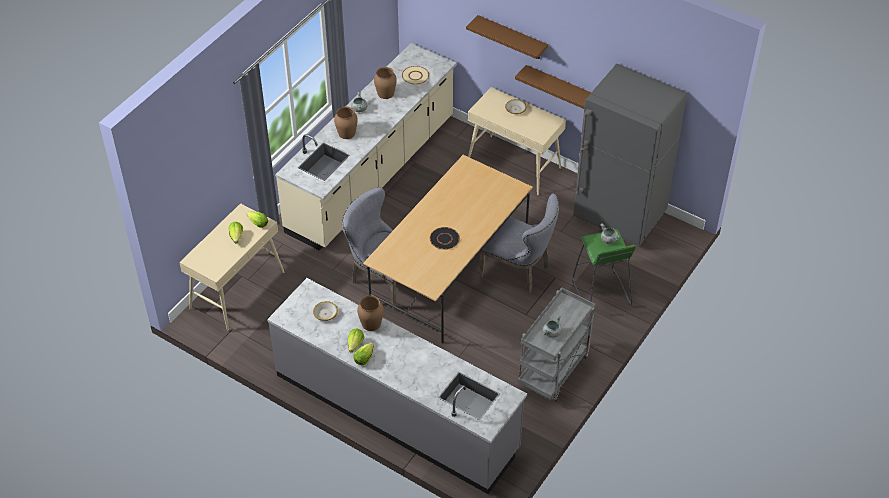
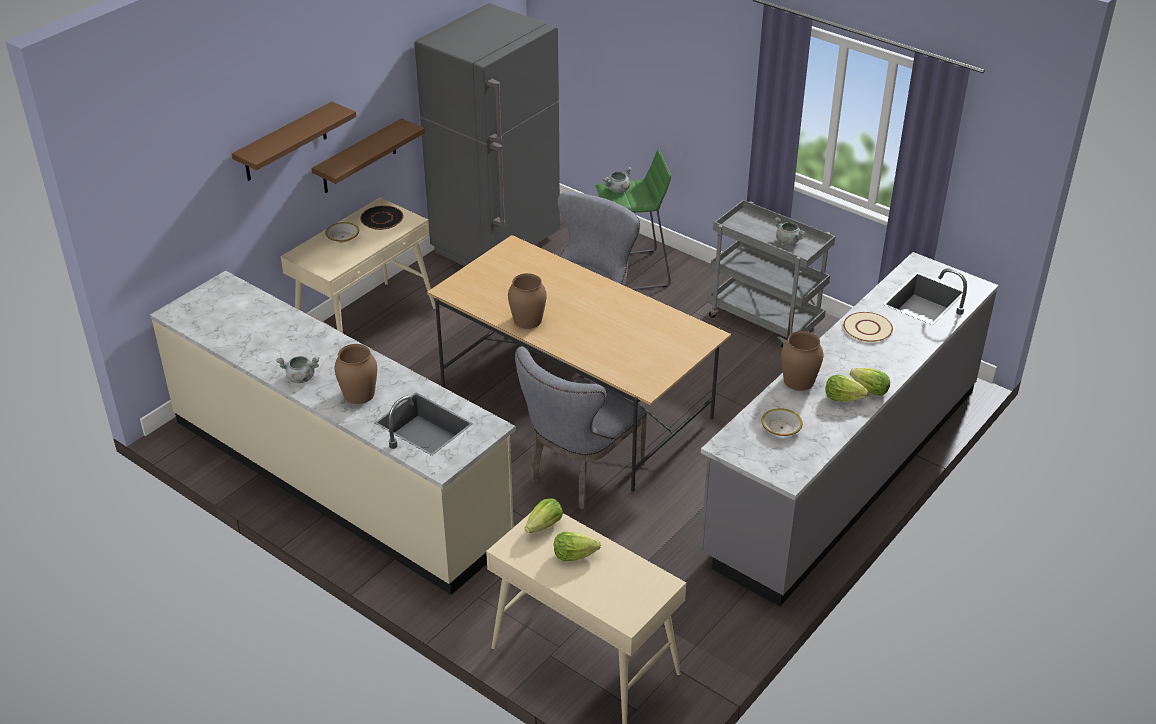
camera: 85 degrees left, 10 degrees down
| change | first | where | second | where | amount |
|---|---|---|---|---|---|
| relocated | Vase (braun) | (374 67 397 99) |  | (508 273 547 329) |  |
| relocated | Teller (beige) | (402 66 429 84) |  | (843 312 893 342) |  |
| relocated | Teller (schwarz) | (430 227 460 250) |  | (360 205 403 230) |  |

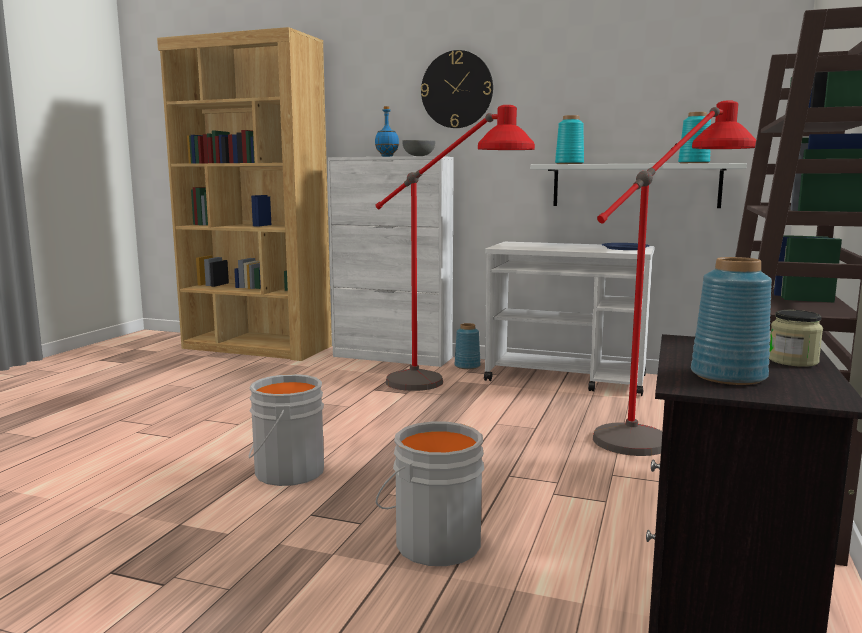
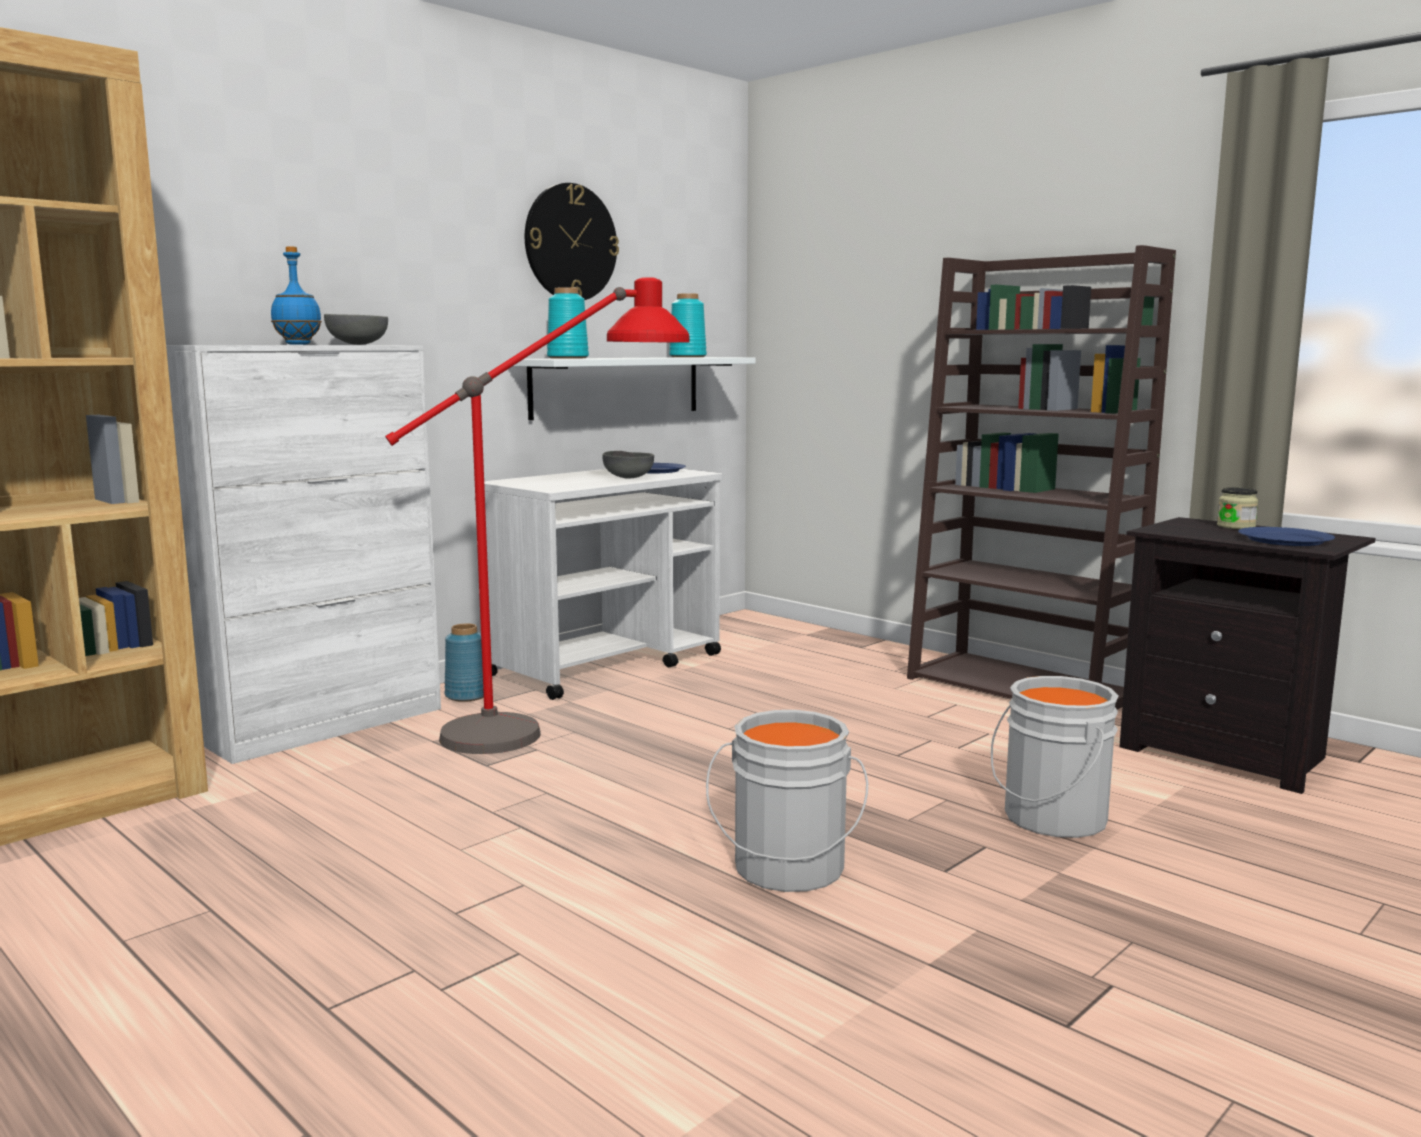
camera: 65 degrees left, 0 degrees up
| change | first | where | second | where | amount |
|---|---|---|---|---|---|
| relocated | Wanduhr | (421 50 493 128) |  | (525 183 619 300) |  |
| missing | Stehlampe (rot) | (593 100 756 456) |  |  |  |
| exchanged | Vase (blau) | (691 257 772 385) | Teller (blau) | (1238 527 1335 546) |  |
| appeared |  |  | Schüssel (grau) | (602 451 654 479) |  |

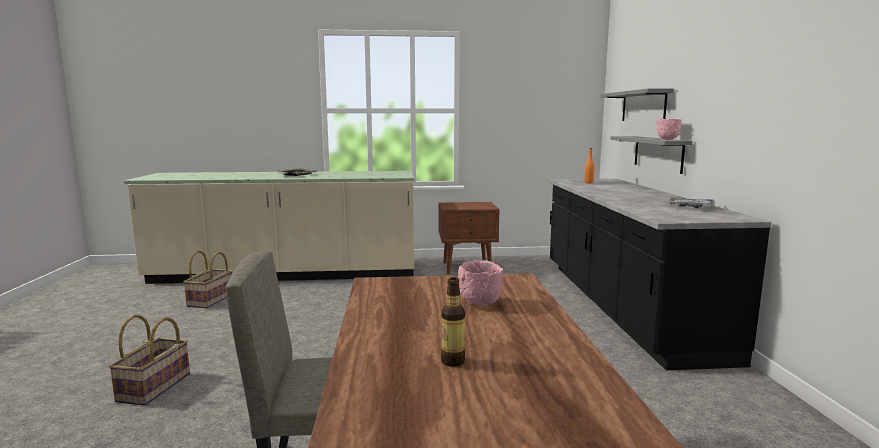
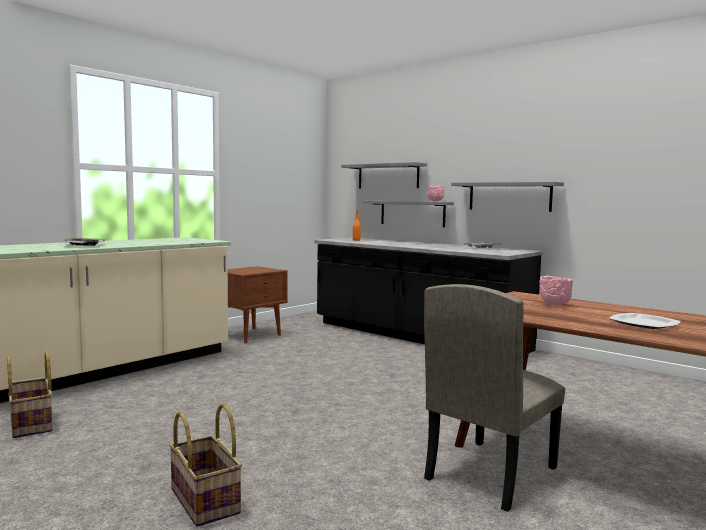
camera: 45 degrees left, 5 degrees down
| change | first | where | second | where | amount |
|---|---|---|---|---|---|
| exchanged | Flasche | (441 277 465 367) | Teller | (609 313 680 329) |  |
| appeared |  |  | Wandregal (grau) | (451 182 564 212) |  |

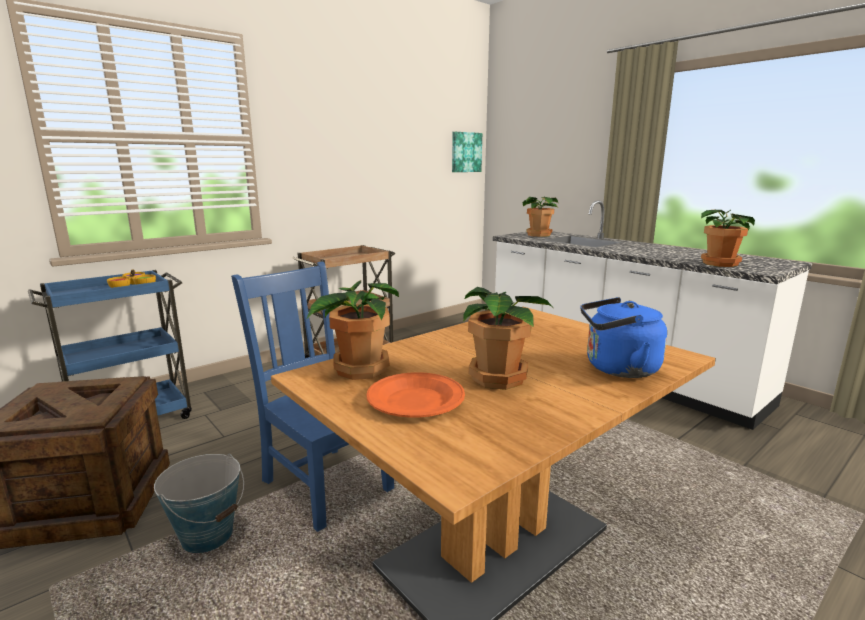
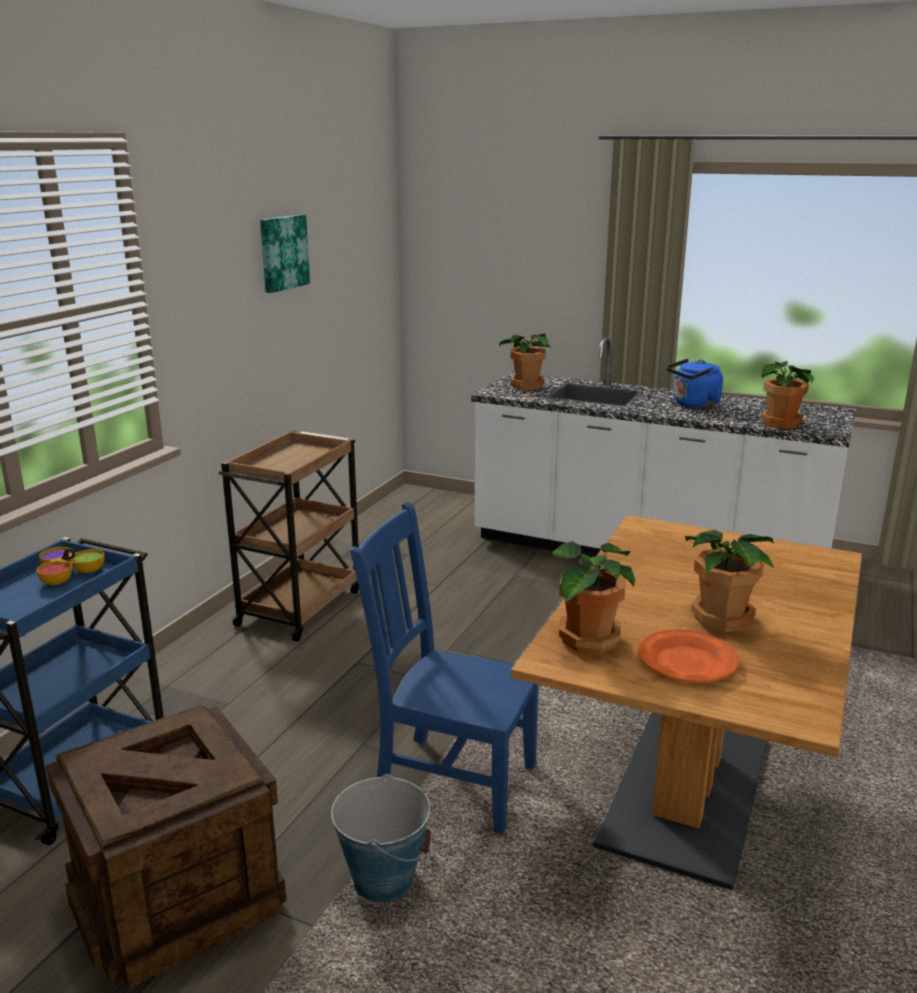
camera: 25 degrees left, 5 degrees up
| change | first | where | second | where | amount |
|---|---|---|---|---|---|
| relocated | Bild | (452 132 482 172) |  | (260 215 310 293) |  |
| relocated | Wasserkessel (blau) | (580 297 667 378) |  | (666 358 723 408) |  |

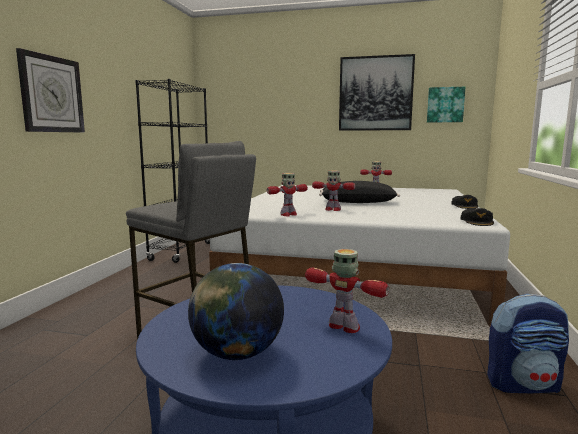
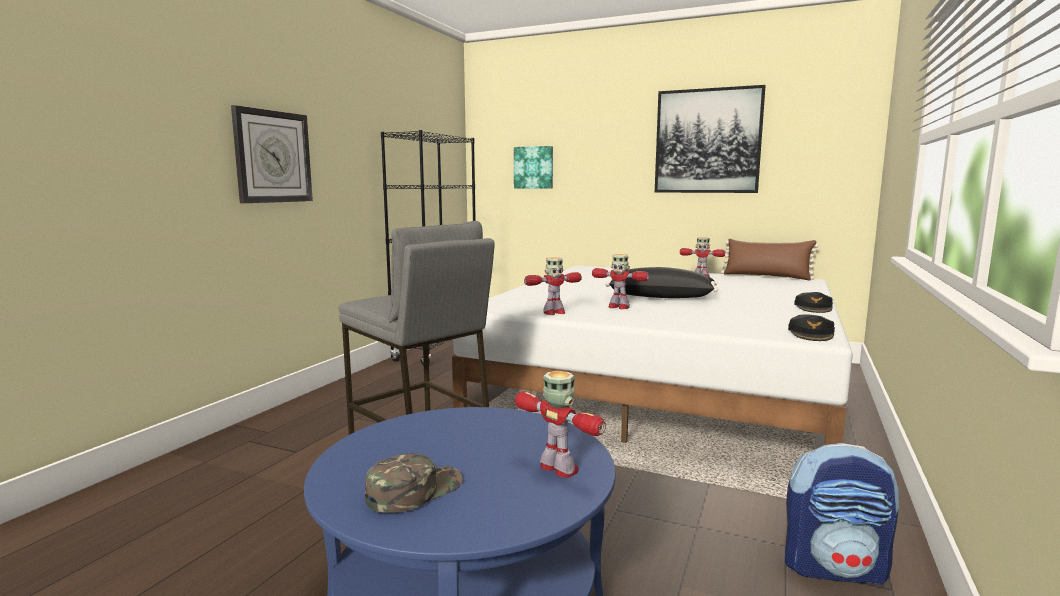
camera: 10 degrees right, 0 degrees up
| change | first | where | second | where | amount |
|---|---|---|---|---|---|
| exchanged | Globus | (188 263 284 360) | Kappe (grün) | (365 453 463 513) |  |
| relocated | Bild | (427 87 465 122) |  | (514 146 553 189) |  |
| appeared |  |  | Kissen (braun) | (721 239 819 280) |  |

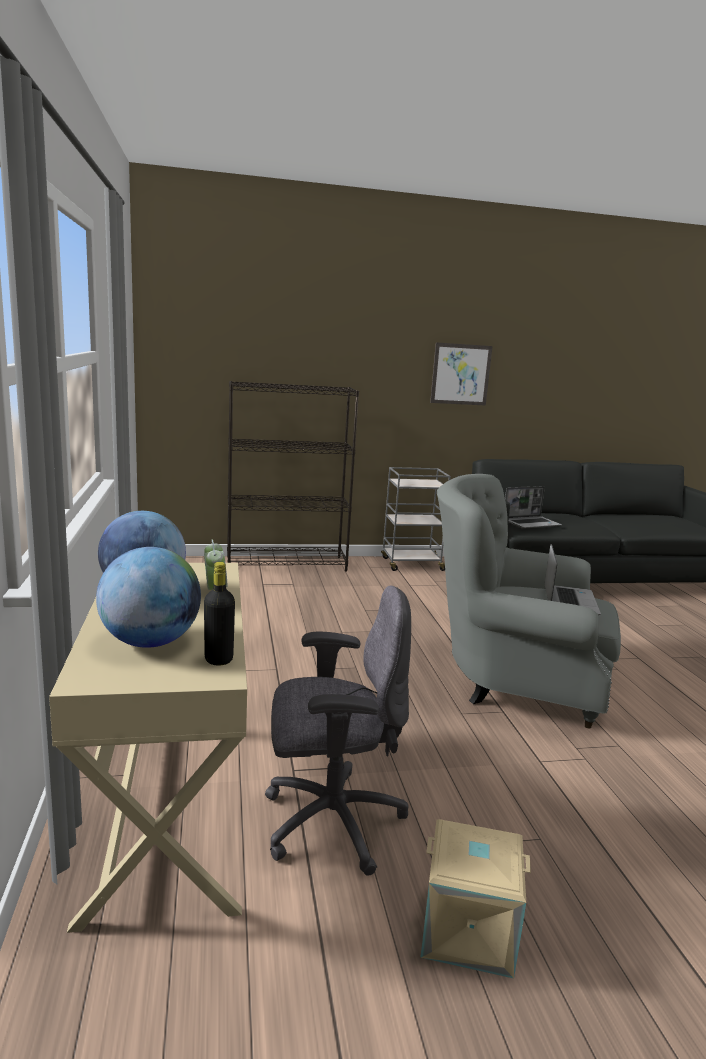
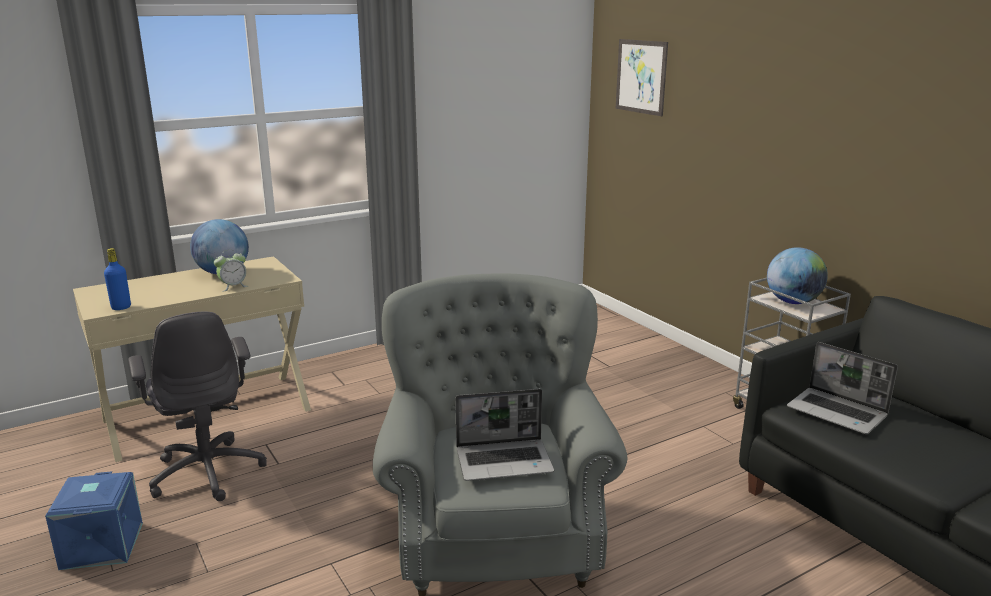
camera: 70 degrees right, 5 degrees up
| change | first | where | second | where | amount |
|---|---|---|---|---|---|
| relocated | Globus | (96 547 201 648) |  | (767 247 828 304) |  |
| colour | Flasche (schwarz) | (204 562 235 666) | Flasche (blau) | (104 248 131 310) |  |
| missing | Bücherregal (schwarz) | (227 381 359 572) |  |  |  |
| colour | Aufbewahrungsbox (beige) | (420 819 531 979) | Aufbewahrungsbox (blau) | (45 471 143 570) |  |
| relocated | Bild | (430 342 493 406) |  | (616 39 668 116) |  |

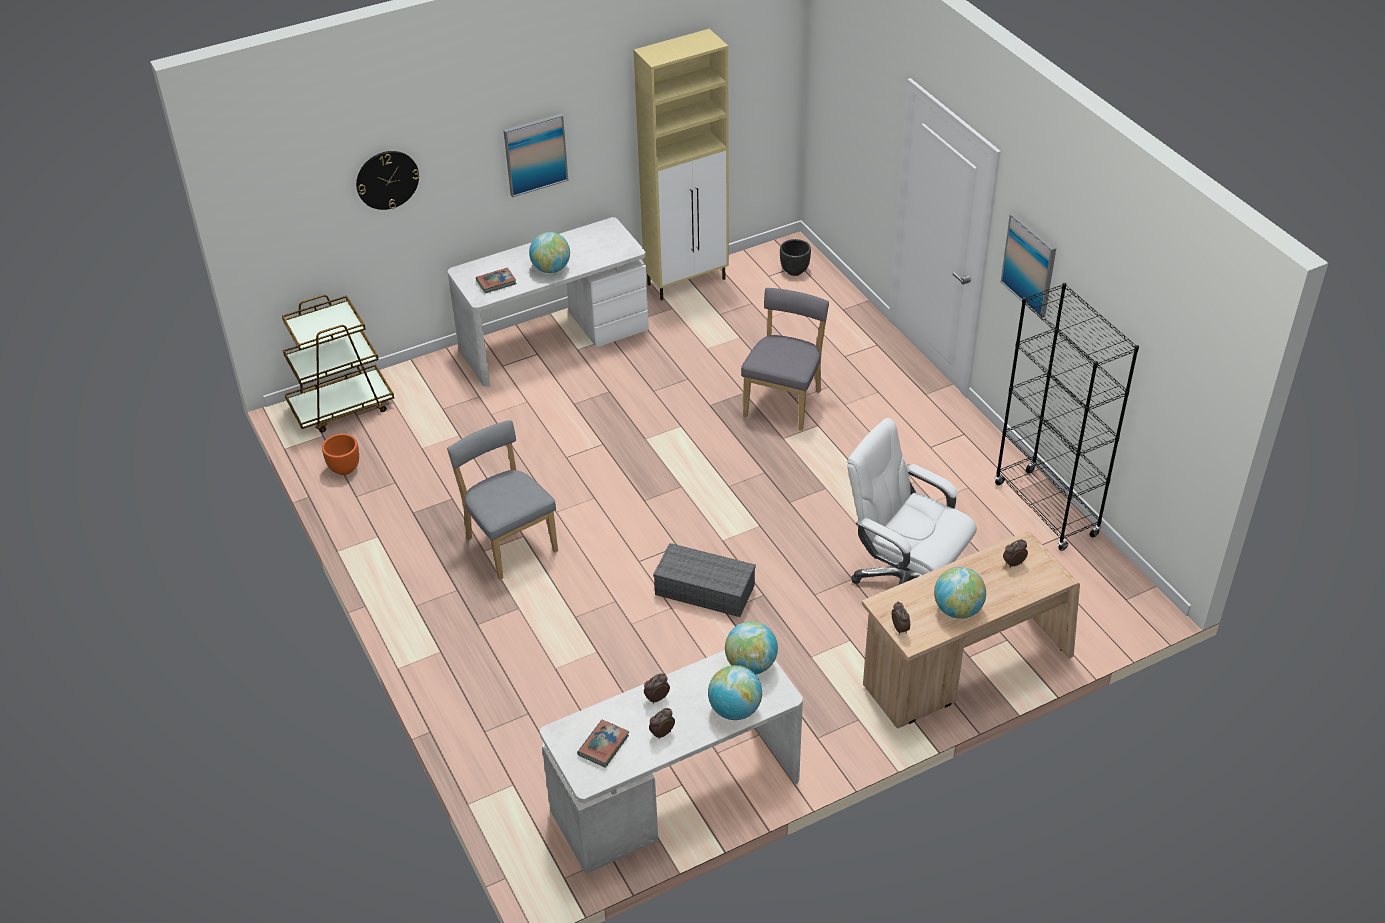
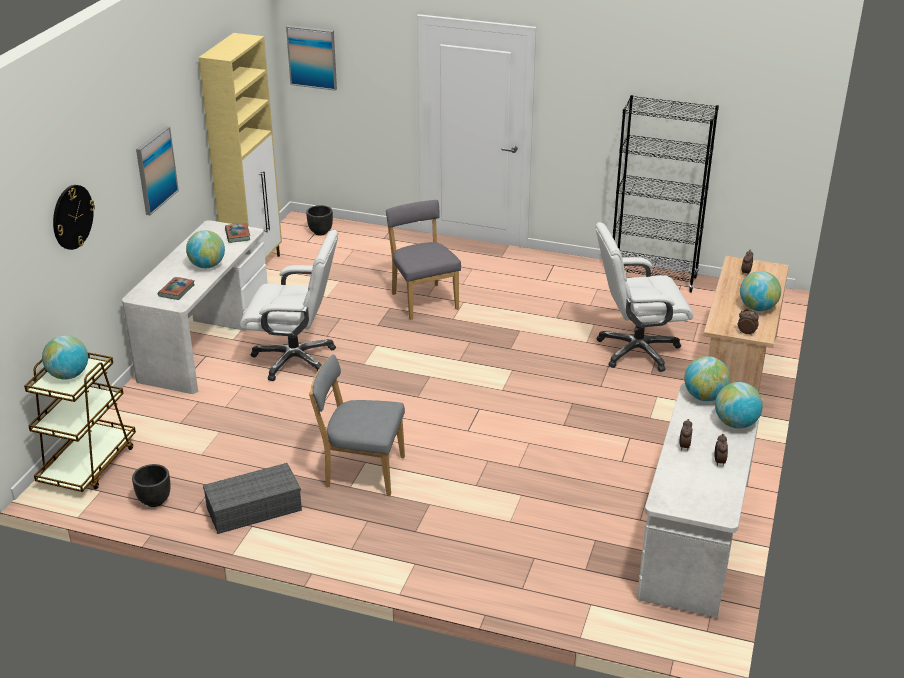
camera: 45 degrees left, 10 degrees down
| change | first | where | second | where | amount |
|---|---|---|---|---|---|
| colour | Pflanzkübel (orange) | (322 434 359 475) | Pflanzkübel (schwarz) | (132 464 170 507) |  |
| relocated | Buch | (577 720 629 768) |  | (225 223 250 243) |  |
| relocated | Aufbewahrungsbox (grau) | (653 543 756 617) |  | (203 463 302 534) |  |
| relocated | Bild | (1001 213 1056 318) |  | (286 26 337 91) |  |
| appeared |  |  | Globus | (42 335 88 379) |  |
| appeared |  |  | Bürostuhl (weiß) | (240 230 338 381) |  |

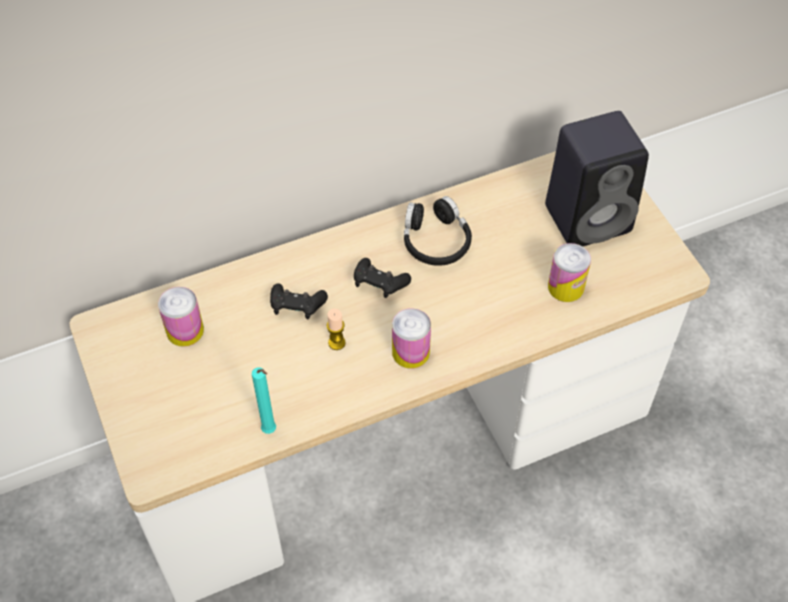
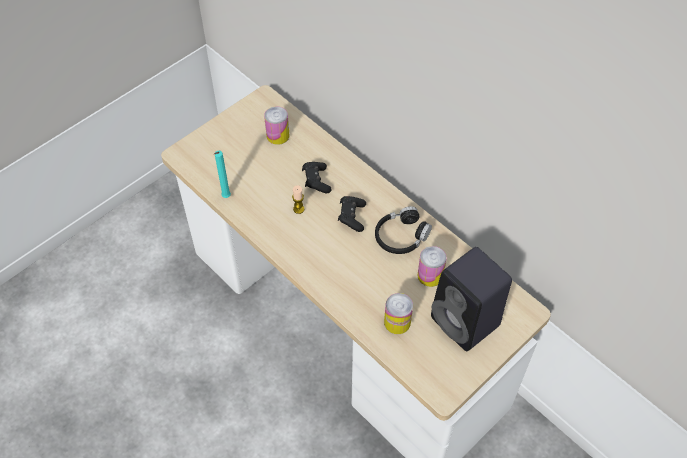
camera: 70 degrees right, 0 degrees up
| change | first | where | second | where | amount |
|---|---|---|---|---|---|
| relocated | Dose | (392 308 431 369) |  | (417 246 447 287) |  |

